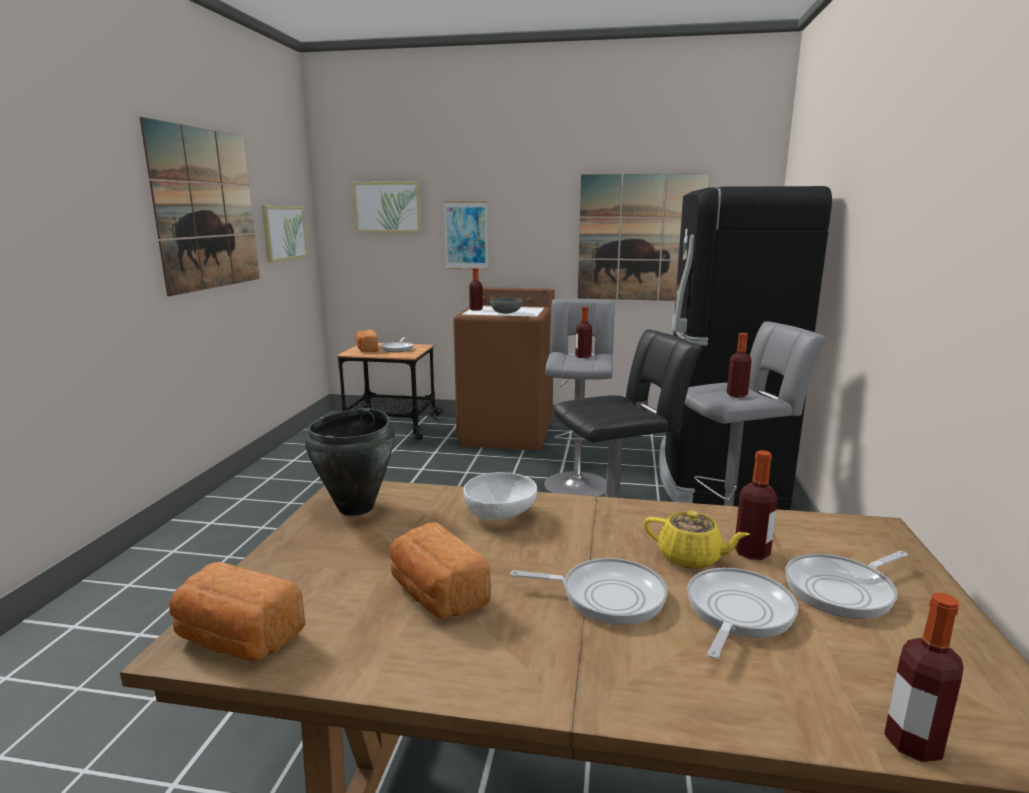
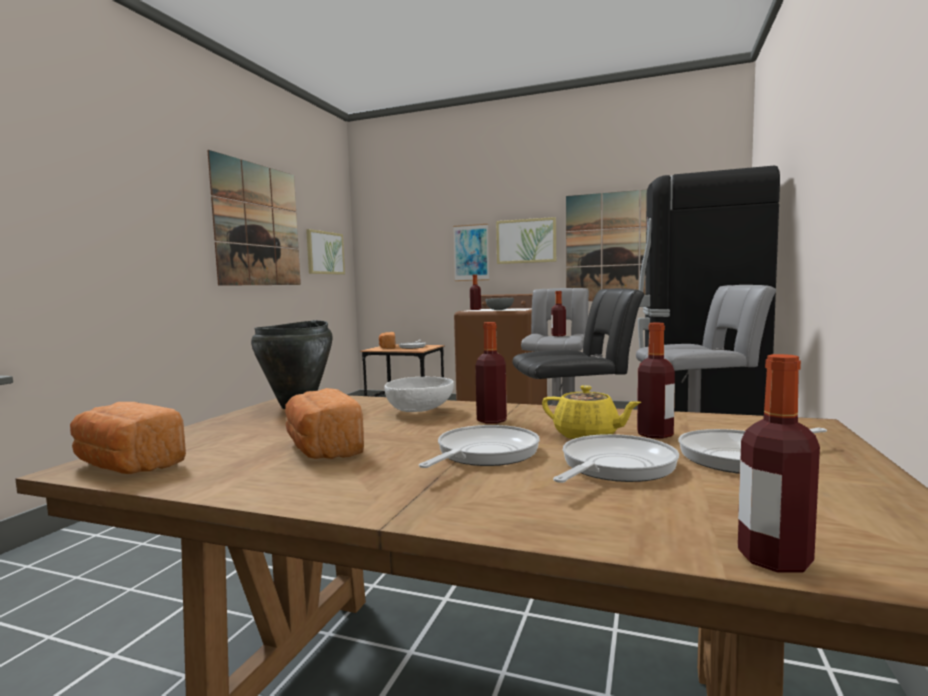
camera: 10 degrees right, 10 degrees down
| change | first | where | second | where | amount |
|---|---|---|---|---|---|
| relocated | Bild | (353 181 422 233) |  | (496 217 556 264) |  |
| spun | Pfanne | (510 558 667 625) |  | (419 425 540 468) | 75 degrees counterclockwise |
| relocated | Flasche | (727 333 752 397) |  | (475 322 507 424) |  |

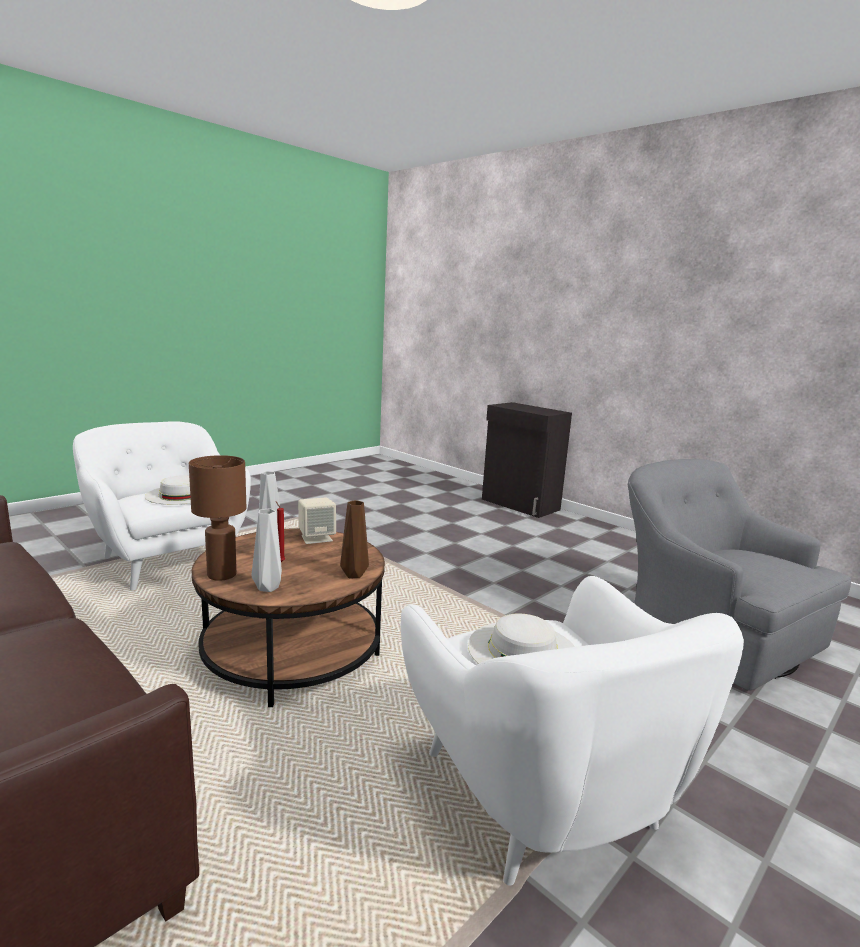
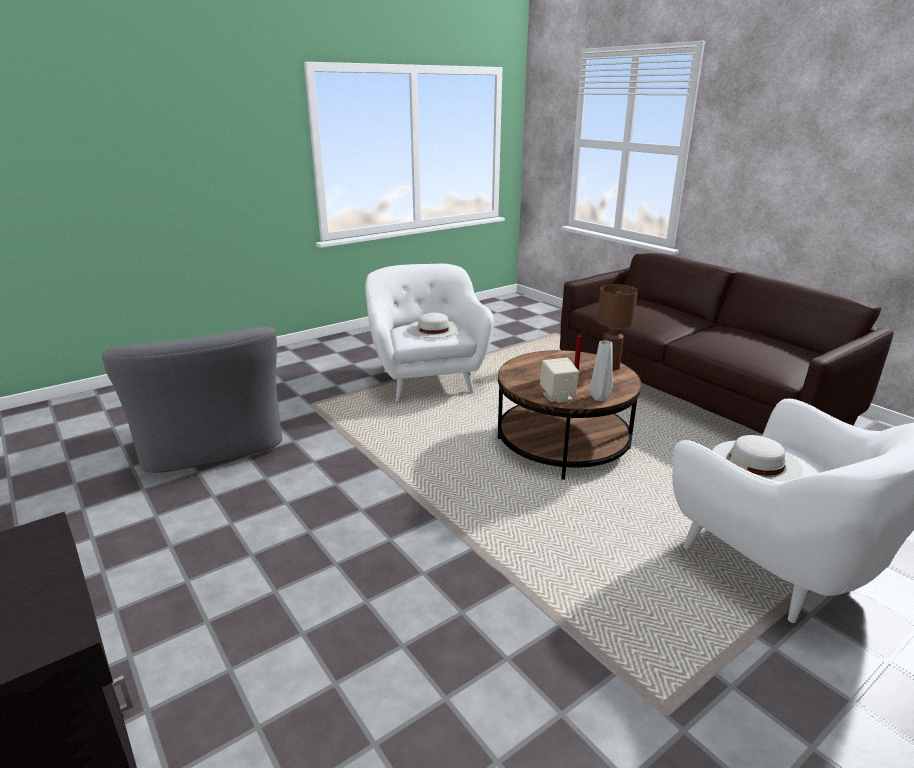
camera: 170 degrees left, 10 degrees up
| change | first | where | second | where | amount |
|---|---|---|---|---|---|
| missing | Vase (grau) | (252 508 282 592) |  |  |  |
| missing | Vase (braun) | (340 500 369 578) |  |  |  |

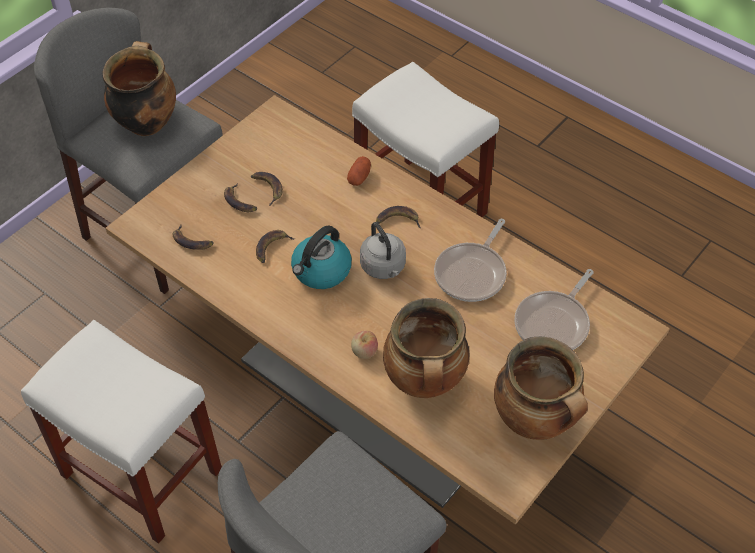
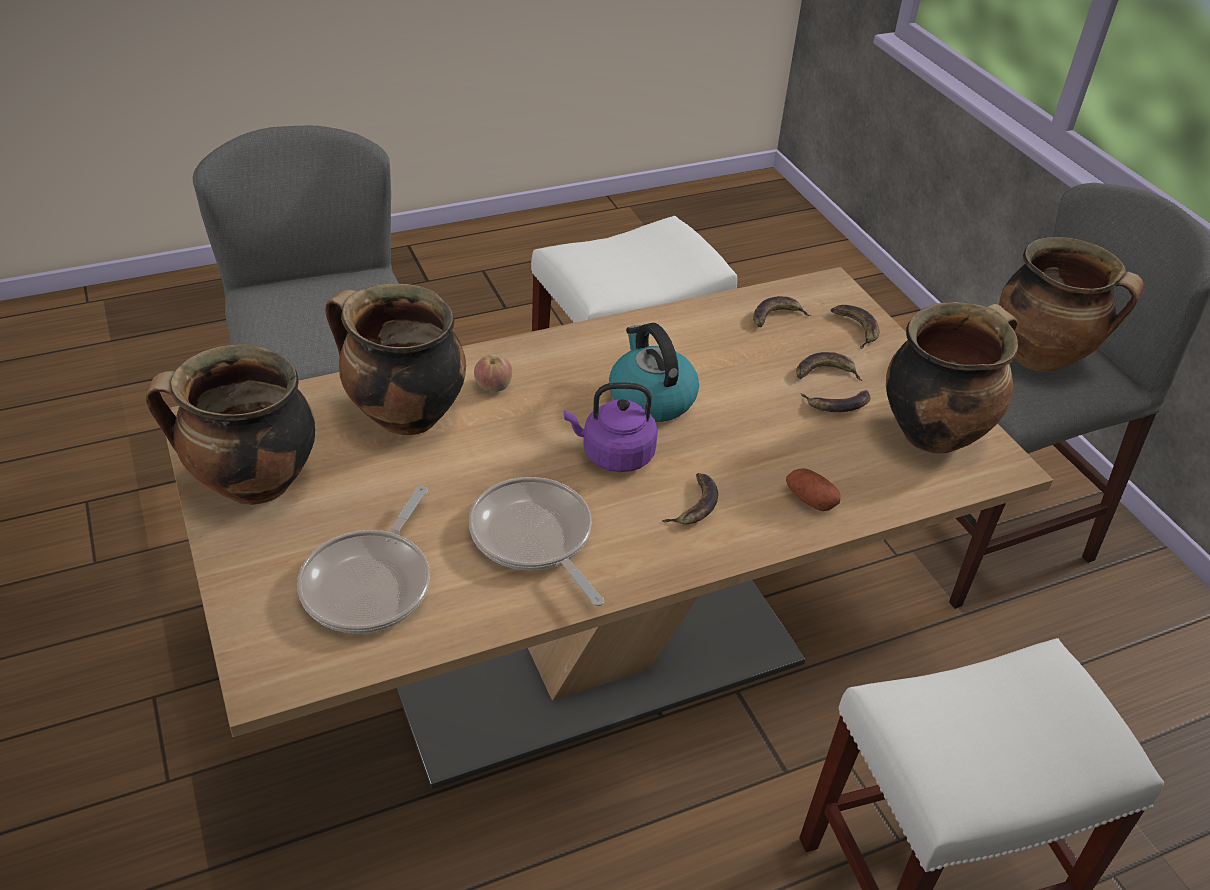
camera: 115 degrees right, 10 degrees down
| change | first | where | second | where | amount |
|---|---|---|---|---|---|
| relocated | Banane | (256 230 296 263) |  | (831 305 879 349) |  |
| colour | Wasserkessel (grau) | (360 222 406 279) | Wasserkessel (lila) | (564 383 658 472) |  |
| spun | Pfanne | (514 269 594 350) |  | (297 486 430 634) | 135 degrees counterclockwise |
| appeared |  |  | Kochtopf | (886 302 1018 453) |  |

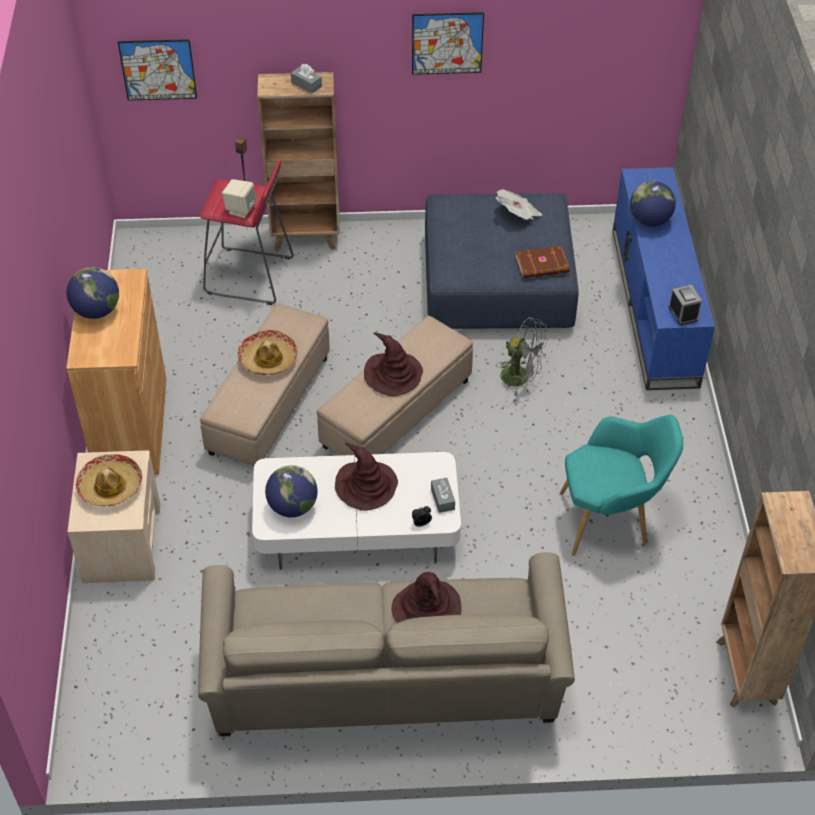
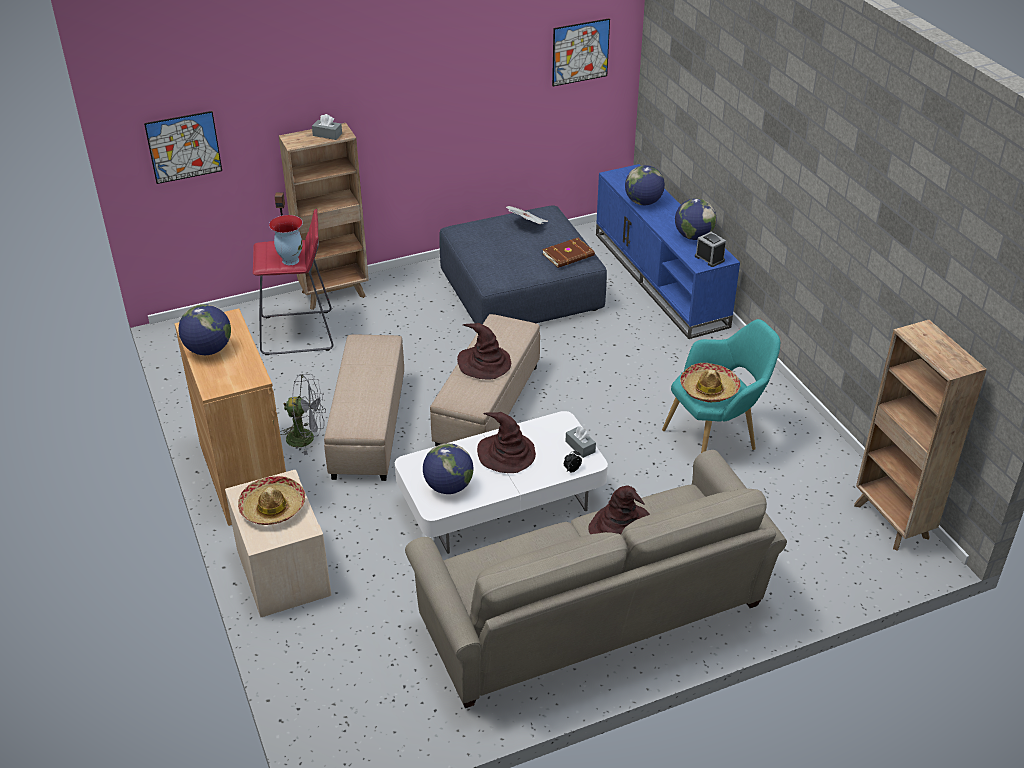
camera: 20 degrees left, 10 degrees down
| change | first | where | second | where | amount |
|---|---|---|---|---|---|
| exchanged | Lautsprecher (beige) | (222 179 257 218) | Vase | (269 215 303 265) |  |
| relocated | Hut | (237 330 298 375) |  | (680 363 741 402) |  |
| relocated | Bild | (412 12 484 75) |  | (552 18 610 86) |  |
| relocated | Ventilator (grau) | (496 317 548 396) |  | (280 374 326 455) |  |
| appeared |  |  | Globus | (675 198 716 240) |  |

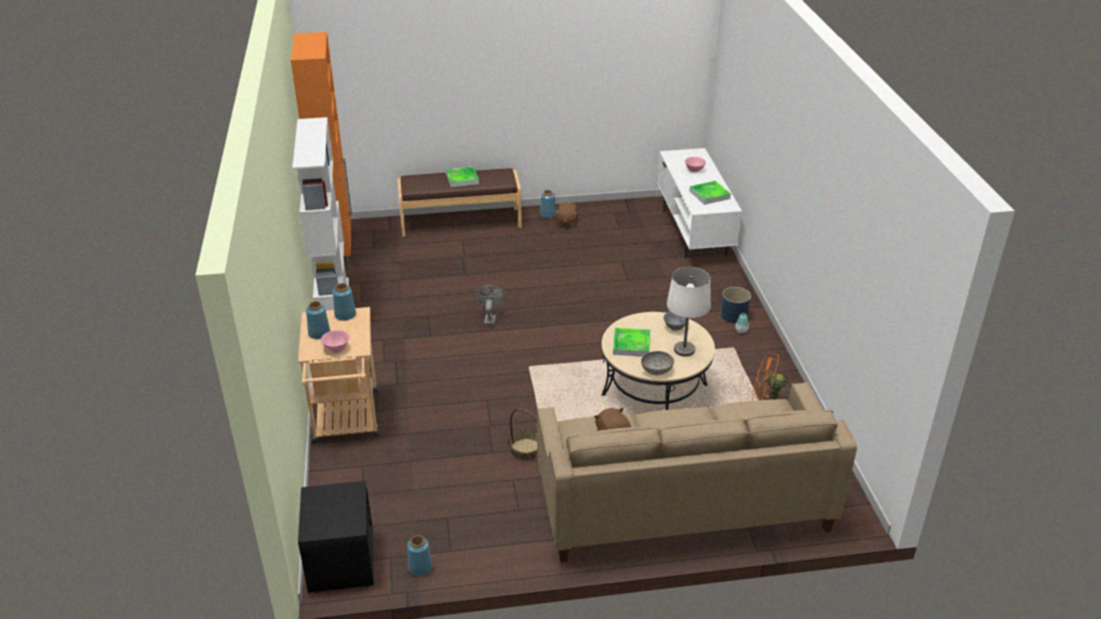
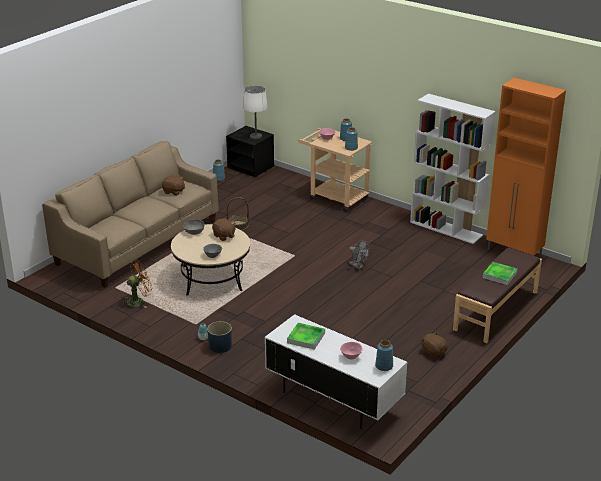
camera: 135 degrees right, 5 degrees down
| change | first | where | second | where | amount |
|---|---|---|---|---|---|
| relocated | Vase (blau) | (540 190 556 218) |  | (375 340 393 371) |  |
| exchanged | Tablett | (613 328 650 357) | Plüschtier (braun) | (212 219 236 241) |  |
| relocated | Tischlampe (weiß) | (667 267 711 357) |  | (243 86 268 140) |  |

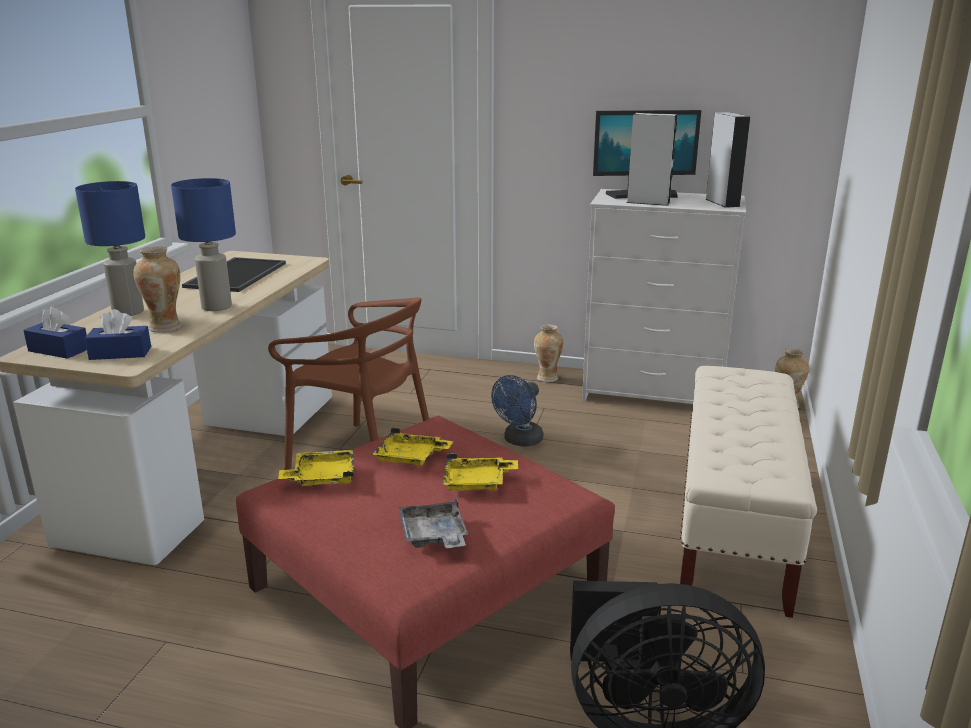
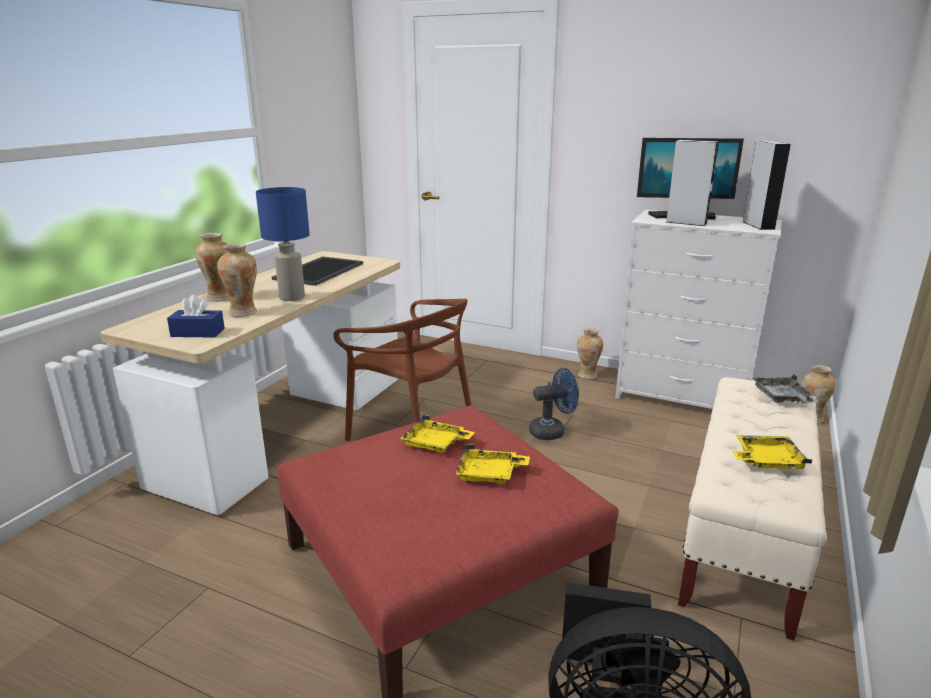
camera: 10 degrees right, 0 degrees up
| change | first | where | second | where | amount |
|---|---|---|---|---|---|
| missing | Taschentuchbox (blau) | (23 307 87 359) |  |  |  |
| exchanged | Tischlampe (blau) | (75 181 145 316) | Vase | (195 233 230 302) |  |
| relocated | Tablett (gelb) | (278 450 354 486) |  | (732 435 813 469) |  |
| relocated | Tablett (grau) | (398 498 468 548) |  | (752 374 818 403) |  |
| spun | Ventilator (blau) | (491 375 543 447) |  | (529 368 579 440) | 150 degrees counterclockwise |

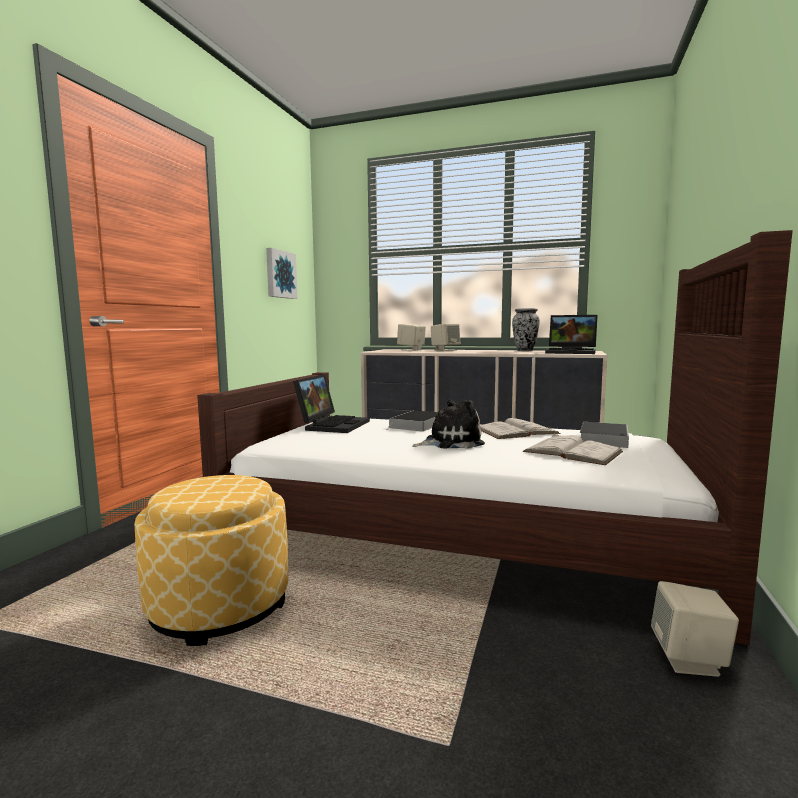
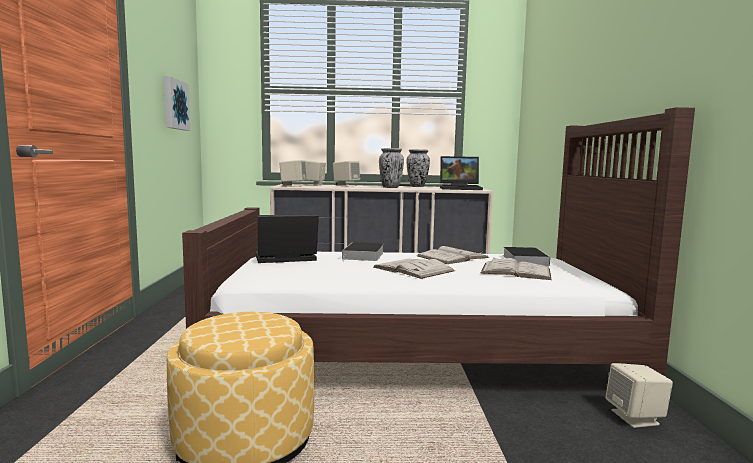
camera: 20 degrees left, 0 degrees up
| change | first | where | second | where | amount |
|---|---|---|---|---|---|
| spun | Laptop | (293 374 370 433) |  | (255 214 319 263) | 105 degrees counterclockwise |
| exchanged | Plüschtier | (413 400 485 449) | Buch (weiß) | (374 259 455 279) |  |
| appeared |  |  | Lautsprecher (beige) | (279 160 306 187) |  |
| appeared |  |  | Vase | (379 148 404 188) |  |

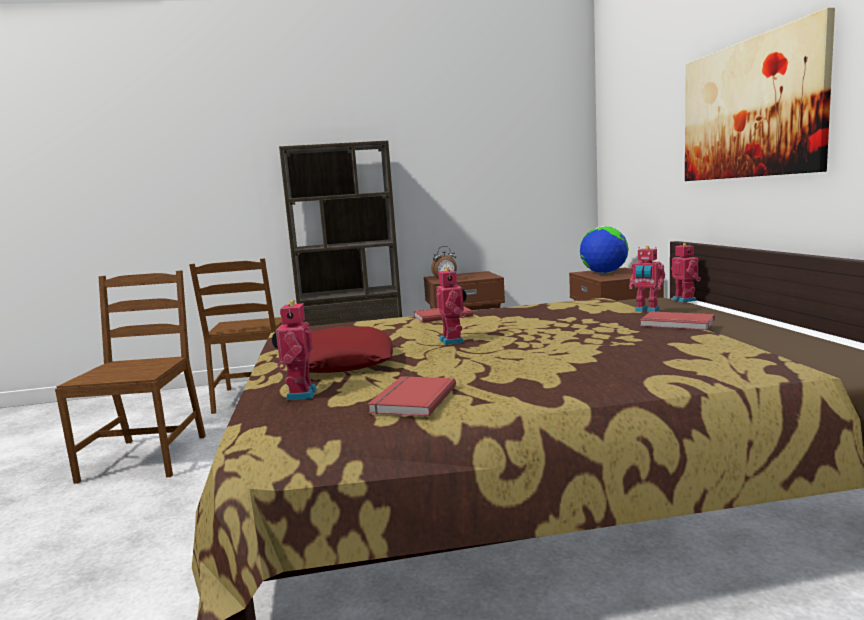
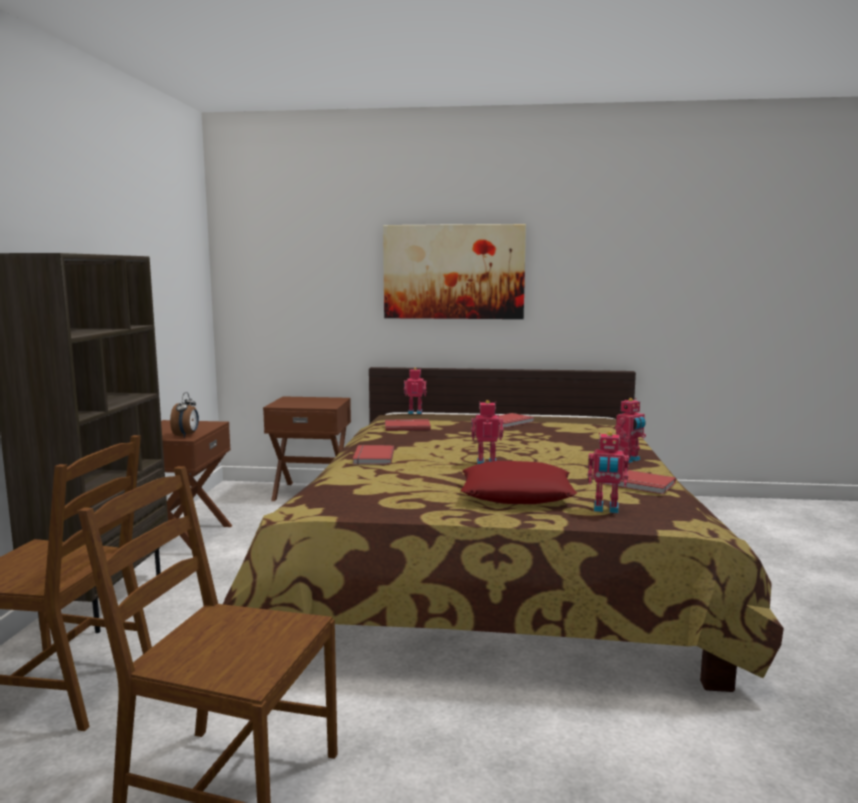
camera: 75 degrees left, 0 degrees up
| change | first | where | second | where | amount |
|---|---|---|---|---|---|
| missing | Globus | (580 226 629 273) |  |  |  |
| relocated | Spielzeugroboter | (629 246 665 312) |  | (615 398 646 463) |  |
| appeared |  |  | Buch (rot) | (385 419 431 431) |  |

